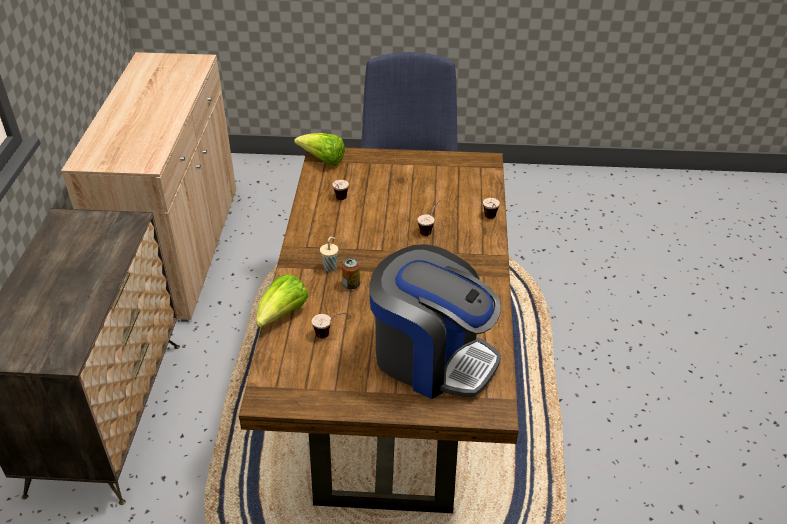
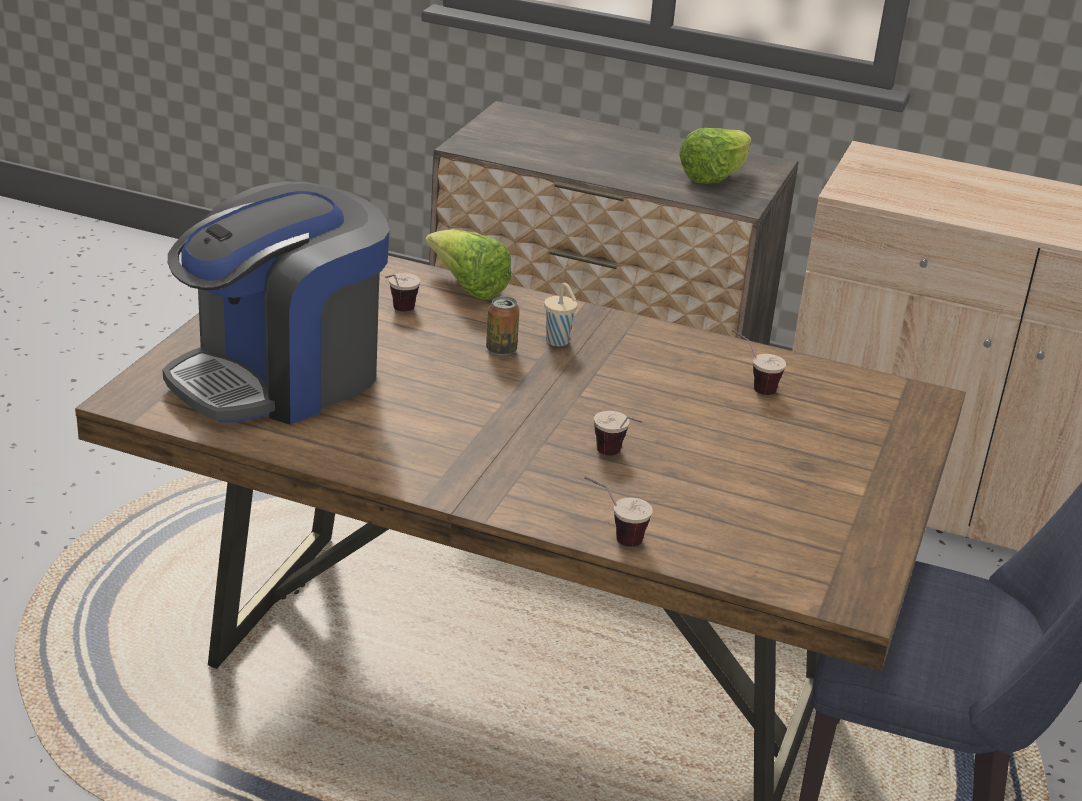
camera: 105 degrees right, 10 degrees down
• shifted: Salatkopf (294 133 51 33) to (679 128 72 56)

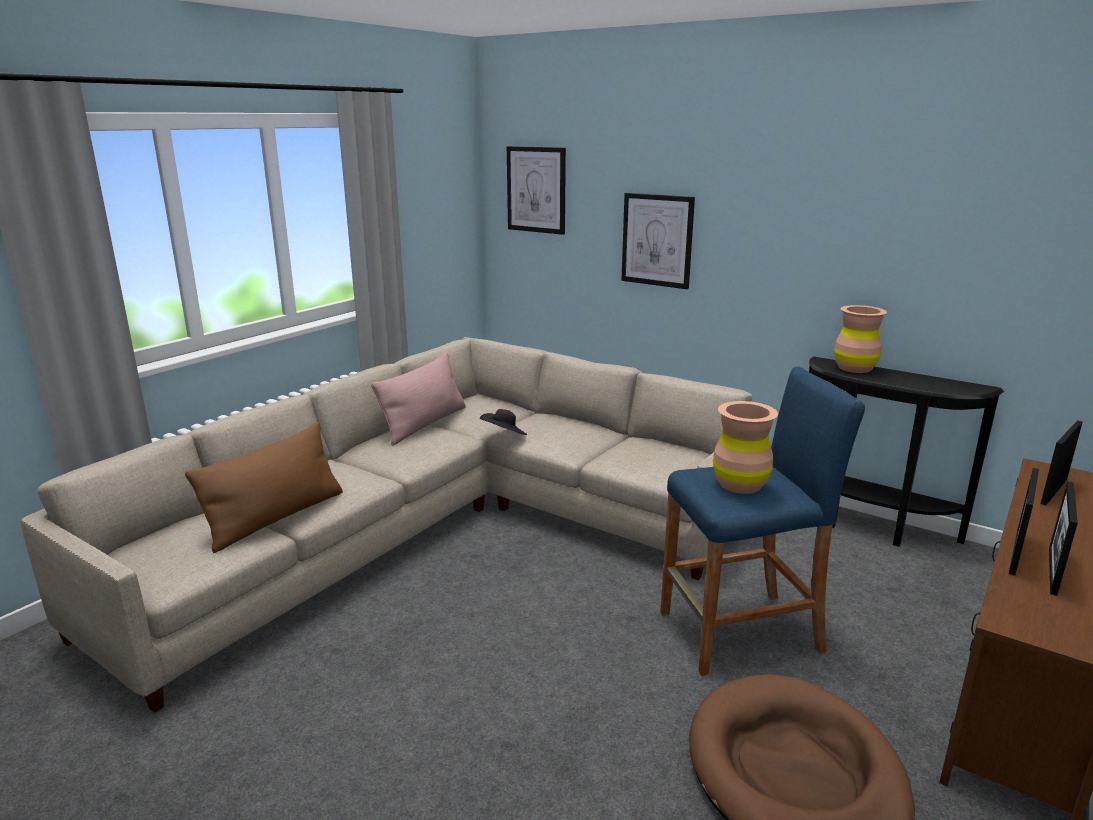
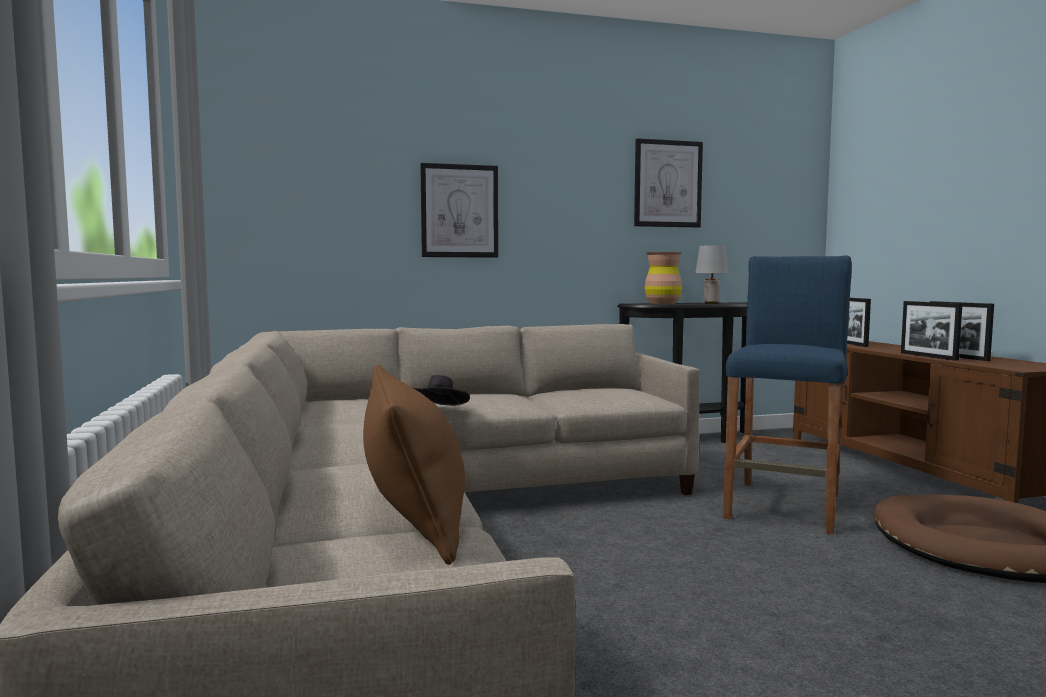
camera: 50 degrees left, 15 degrees down
• gone: Kissen/rosa (371 352 95 93)
• shifted: Bild (507 146 59 89) to (634 138 69 90)
• gone: Vase/braun (713 401 65 93)
• new: Tischlampe/grau (695 245 33 59)

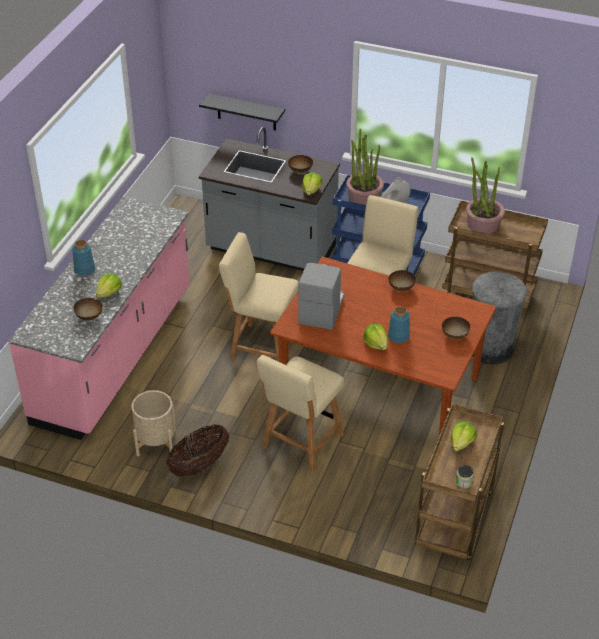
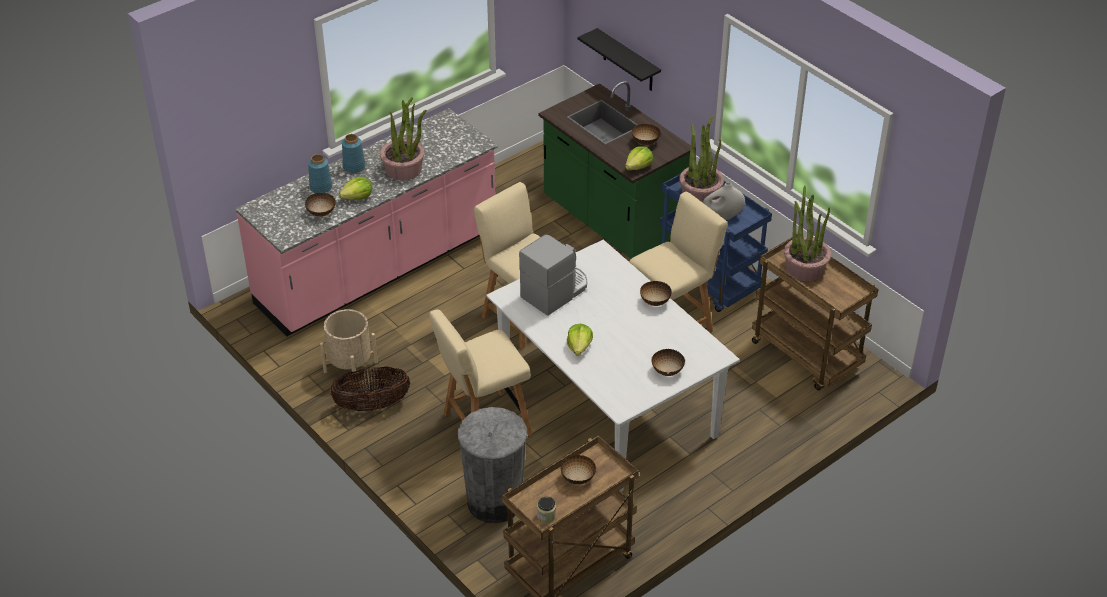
camera: 30 degrees right, 0 degrees up
• repainted: Küchenzeile/grau (199 127 141 144) to Küchenzeile/grün (539 81 152 178)
• repainted: Esstisch/braun (270 256 226 180) to Esstisch/weiß (487 240 253 251)
• shifted: Vase/blau (388 306 22 37) to (308 154 25 39)
• swapped: Salatkopf (451 421 26 30) to Schüssel (561 455 35 30)
• shifted: Mülleimer/grau (472 272 55 93) to (458 407 69 116)
• new: Topfpflanze (380 97 47 84)

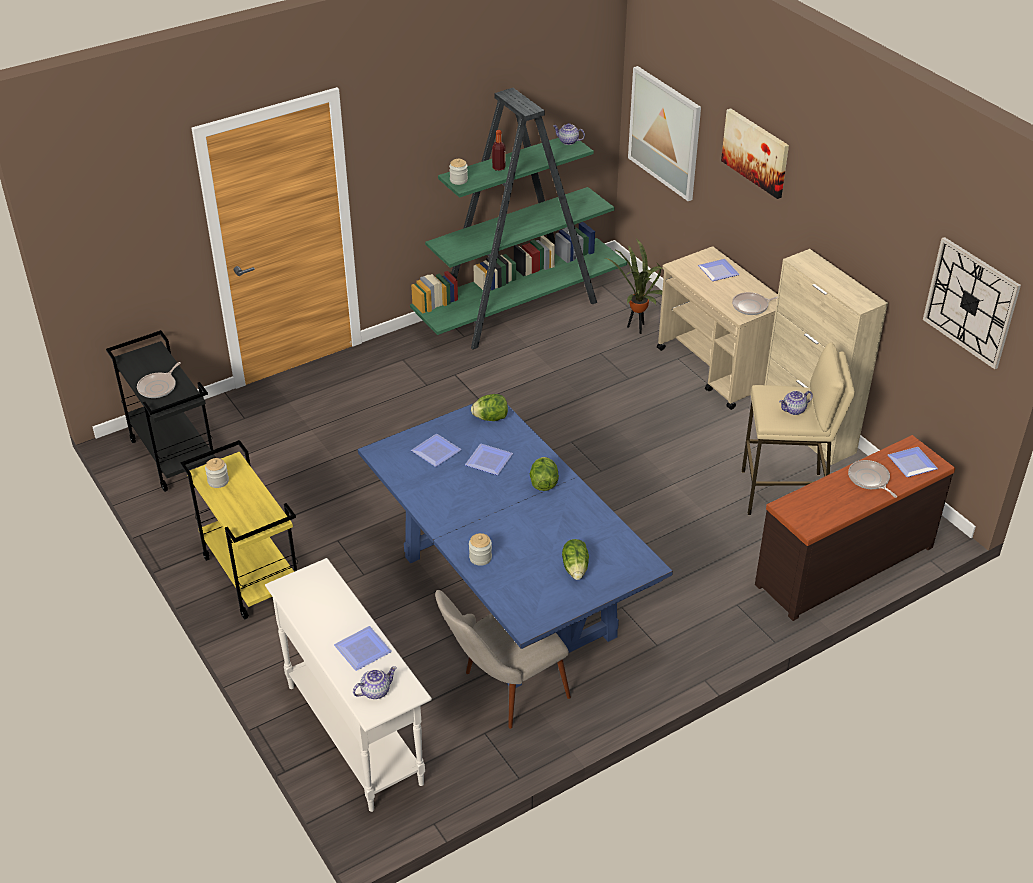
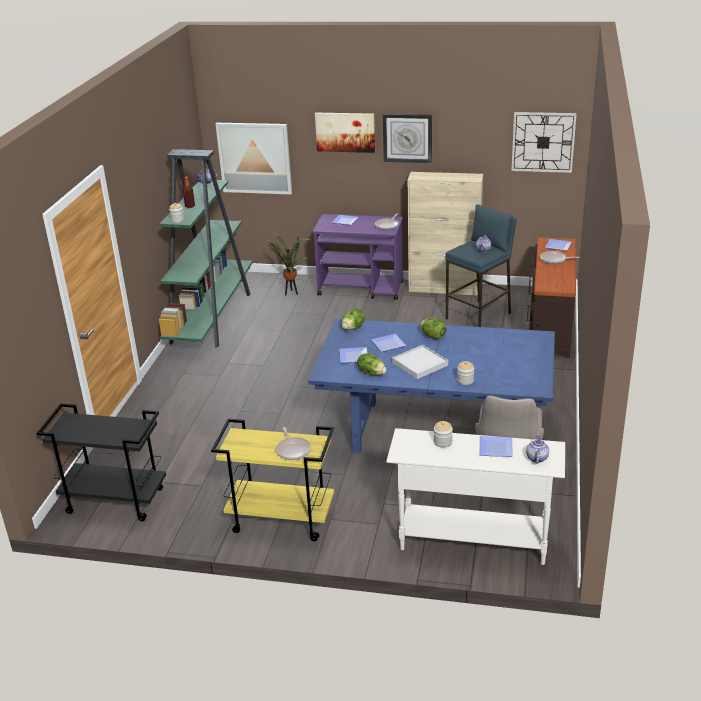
camera: 45 degrees left, 10 degrees down
• shifted: Pfanne (137 362 44 36) to (276 427 35 33)
• shifted: Vorratsglas (205 458 24 30) to (434 421 19 27)
• shifted: Salatkopf (562 539 27 41) to (357 353 30 22)
• repainted: Rollwagen/beige (657 247 121 163) to Rollwagen/lila (313 214 90 86)
• repainted: Hocker/beige (742 342 113 173) to Hocker/blau (445 204 72 123)
• new: Wanduhr (383 114 49 49)
• new: Tablett/weiß (392 345 56 34)

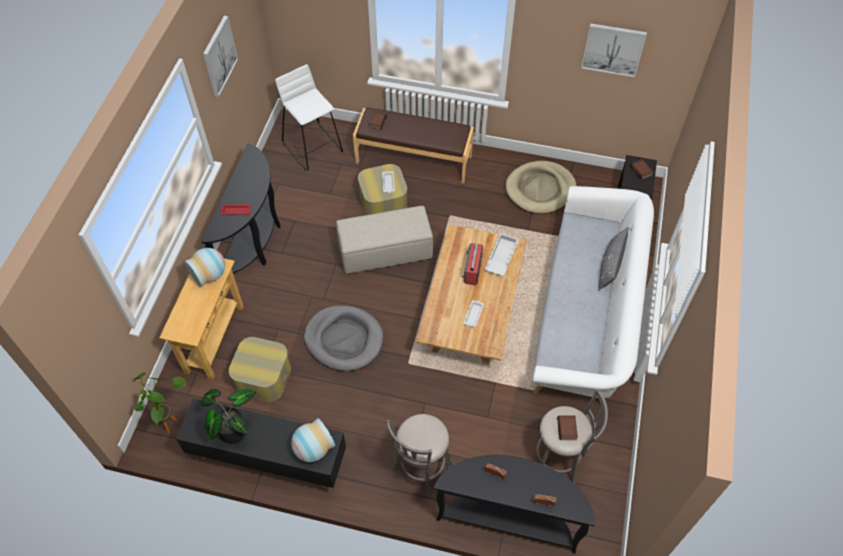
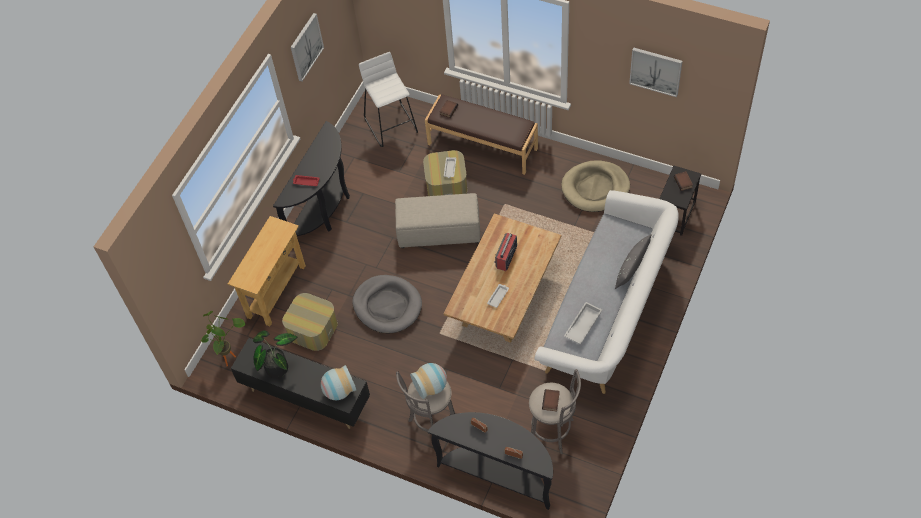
camera: 15 degrees right, 0 degrees up
• shifted: Vase (184 248 41 39) to (410 363 37 36)
• shifted: Tablett/weiß (485 233 34 43) to (564 302 38 42)

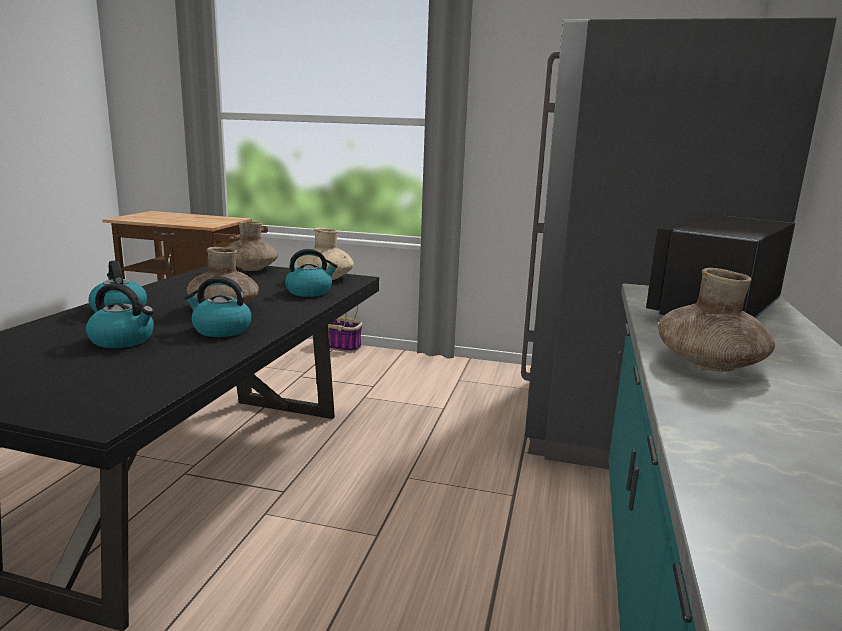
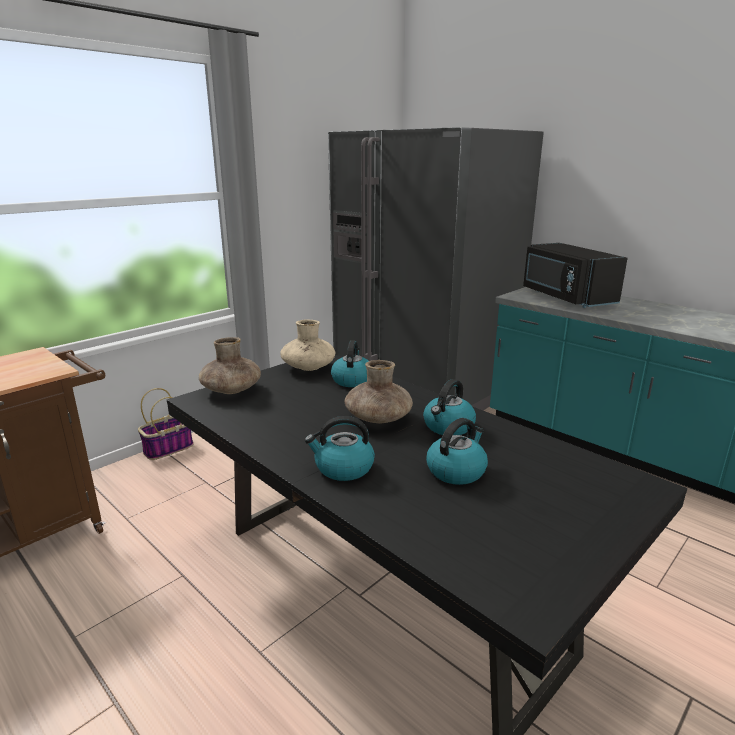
camera: 60 degrees left, 5 degrees up
• gone: Vase/braun (658 268 117 104)

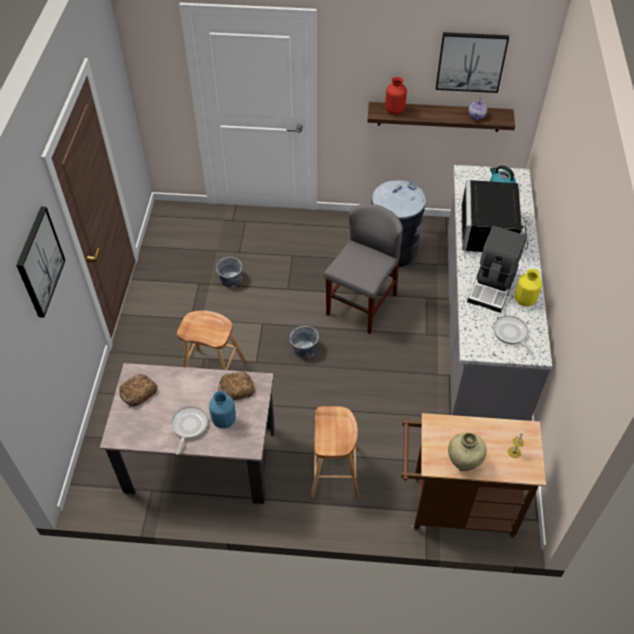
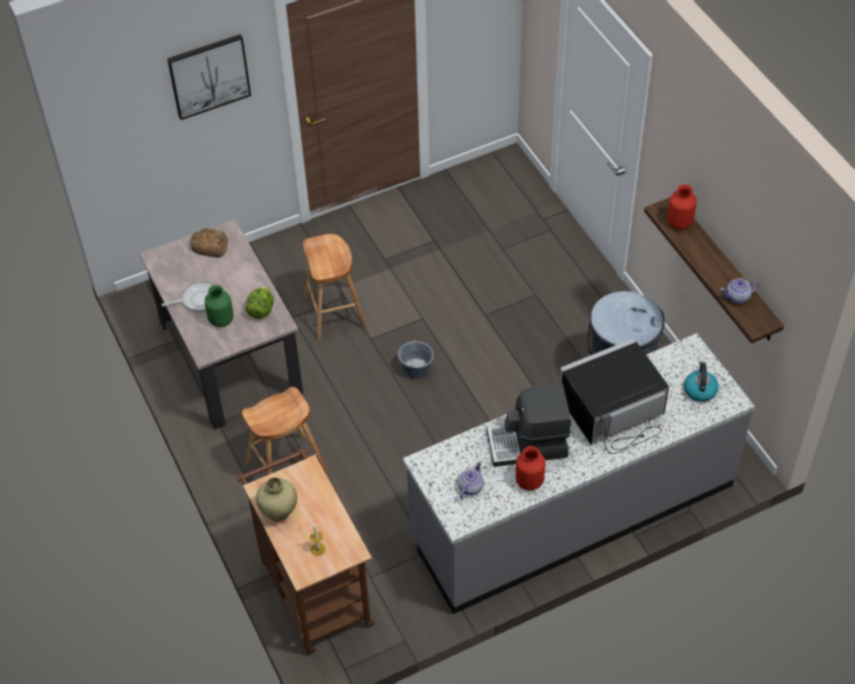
camera: 60 degrees right, 0 degrees up
• repainted: Vase/blau (209 391 27 37) to Vase/grün (205 285 28 42)
• gone: Eimer/grau (216 256 26 31)
• swapped: Brot (218 372 37 28) to Salatkopf (245 286 29 33)
• gone: Stuhl/grau (324 204 79 130)
• gone: Bild (436 32 73 61)
• swapped: Pfanne (493 316 41 39) to Teekanne (458 461 26 38)
• repainted: Vase/gelb (515 269 27 37) to Vase/rot (516 446 29 44)

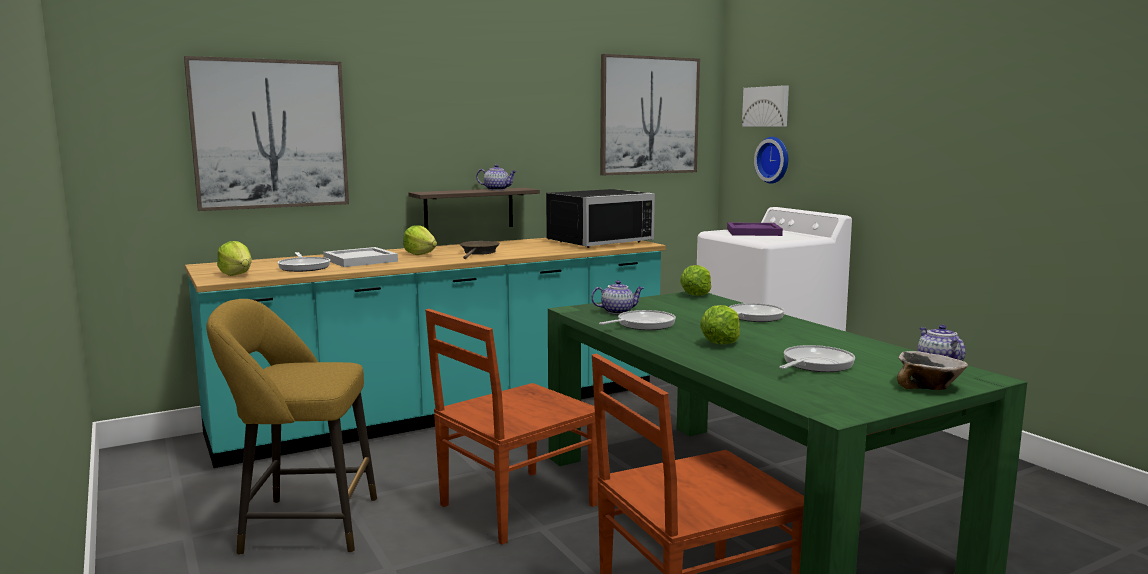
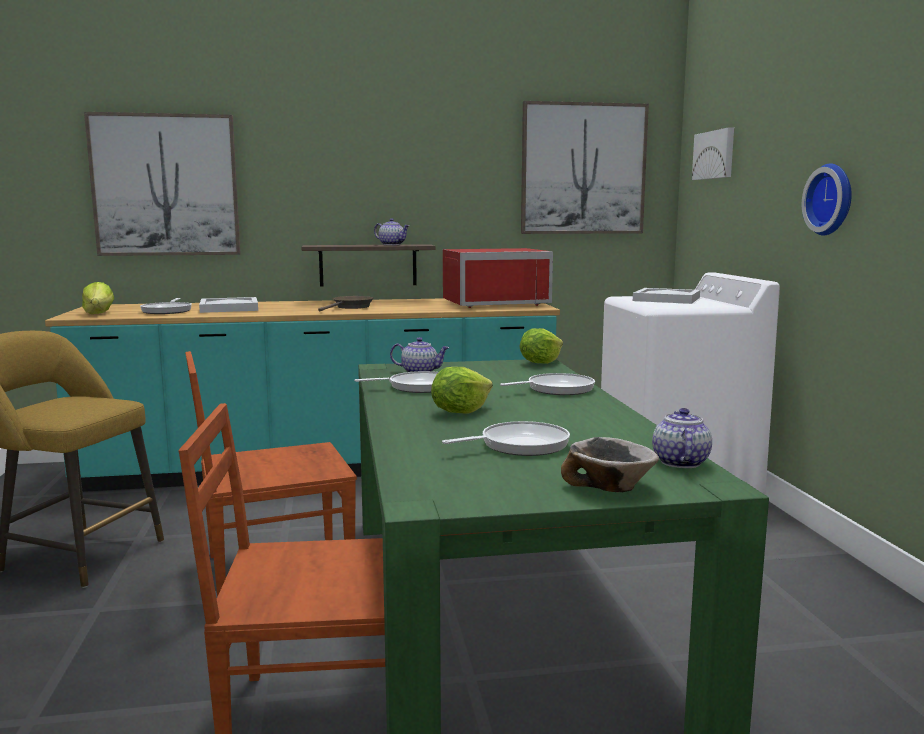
camera: 20 degrees right, 0 degrees up
• gone: Salatkopf (403 225 34 30)
• repainted: Mikrowelle/schwarz (546 189 109 59) to Mikrowelle/rot (443 248 110 60)
• repainted: Tablett/lila (727 222 56 14) to Tablett/weiß (633 288 67 16)
• shifted: Wanduhr (754 137 34 47) to (802 163 50 72)

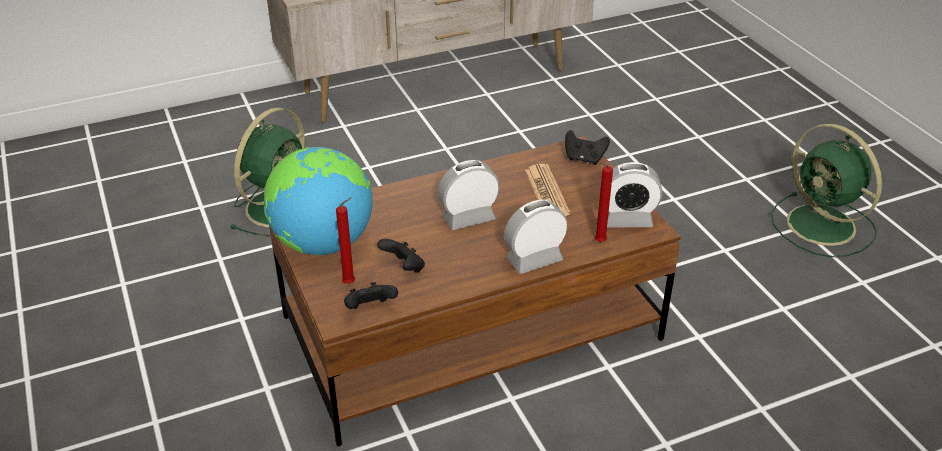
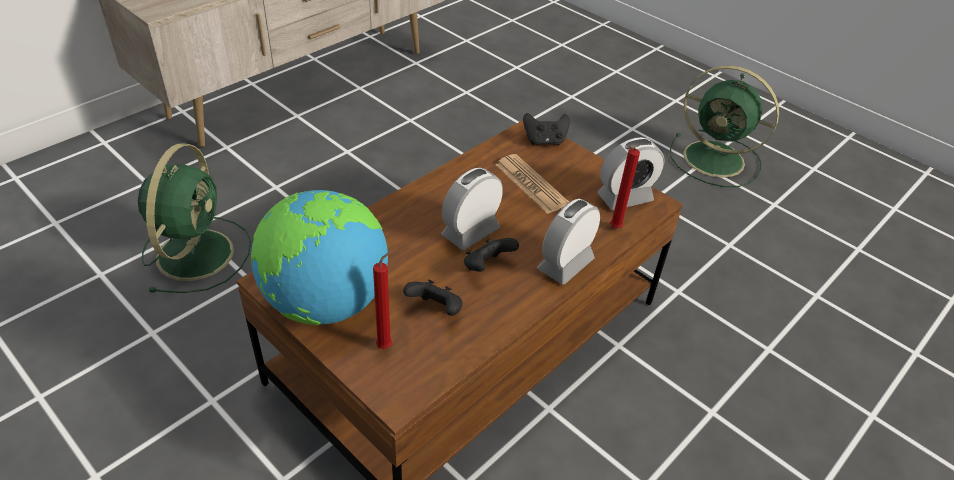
camera: 25 degrees left, 5 degrees up
• shifted: Gamepad/schwarz (344 282 54 27) to (464 238 55 34)

